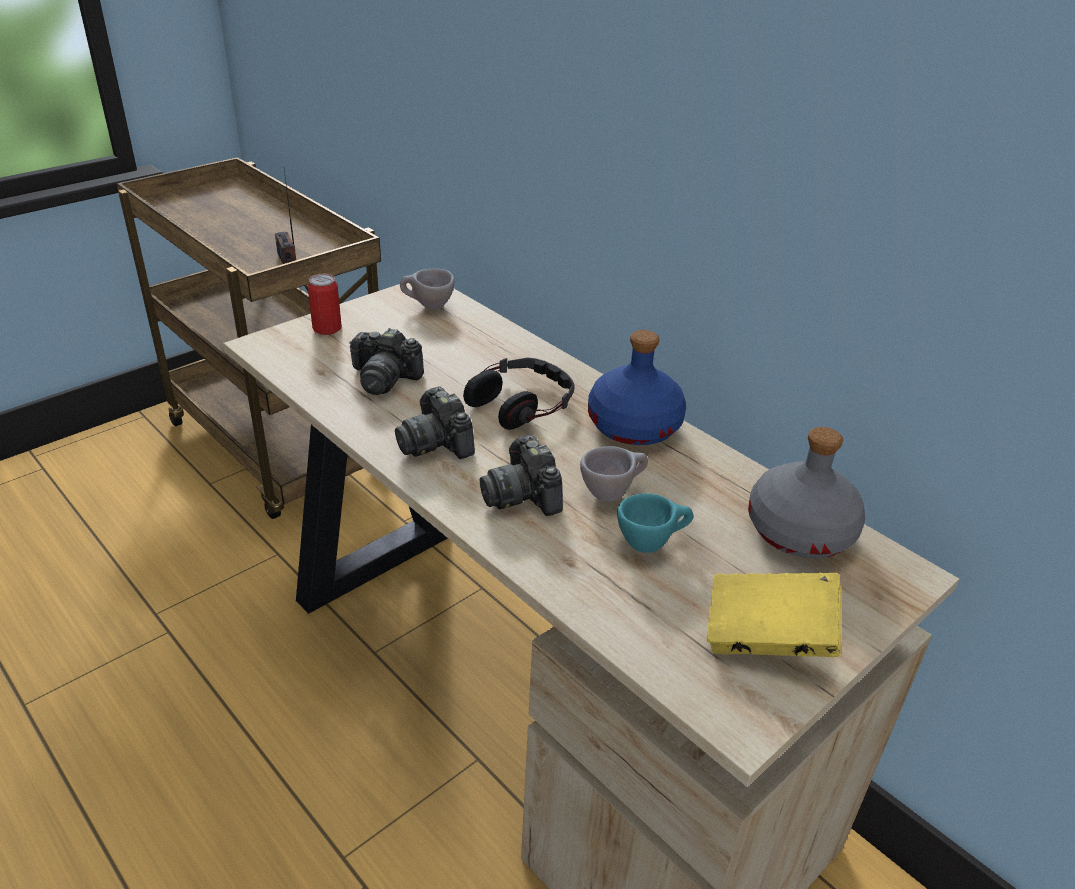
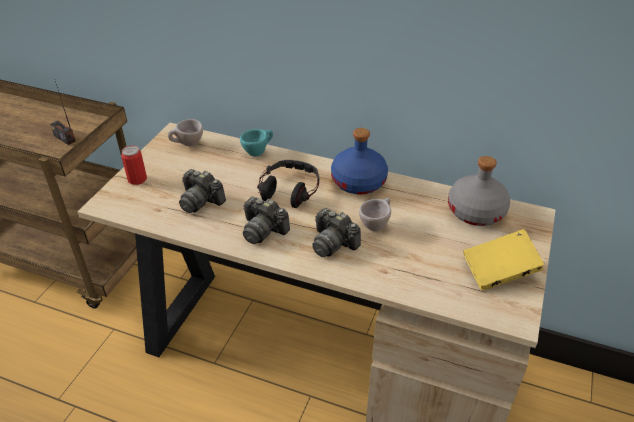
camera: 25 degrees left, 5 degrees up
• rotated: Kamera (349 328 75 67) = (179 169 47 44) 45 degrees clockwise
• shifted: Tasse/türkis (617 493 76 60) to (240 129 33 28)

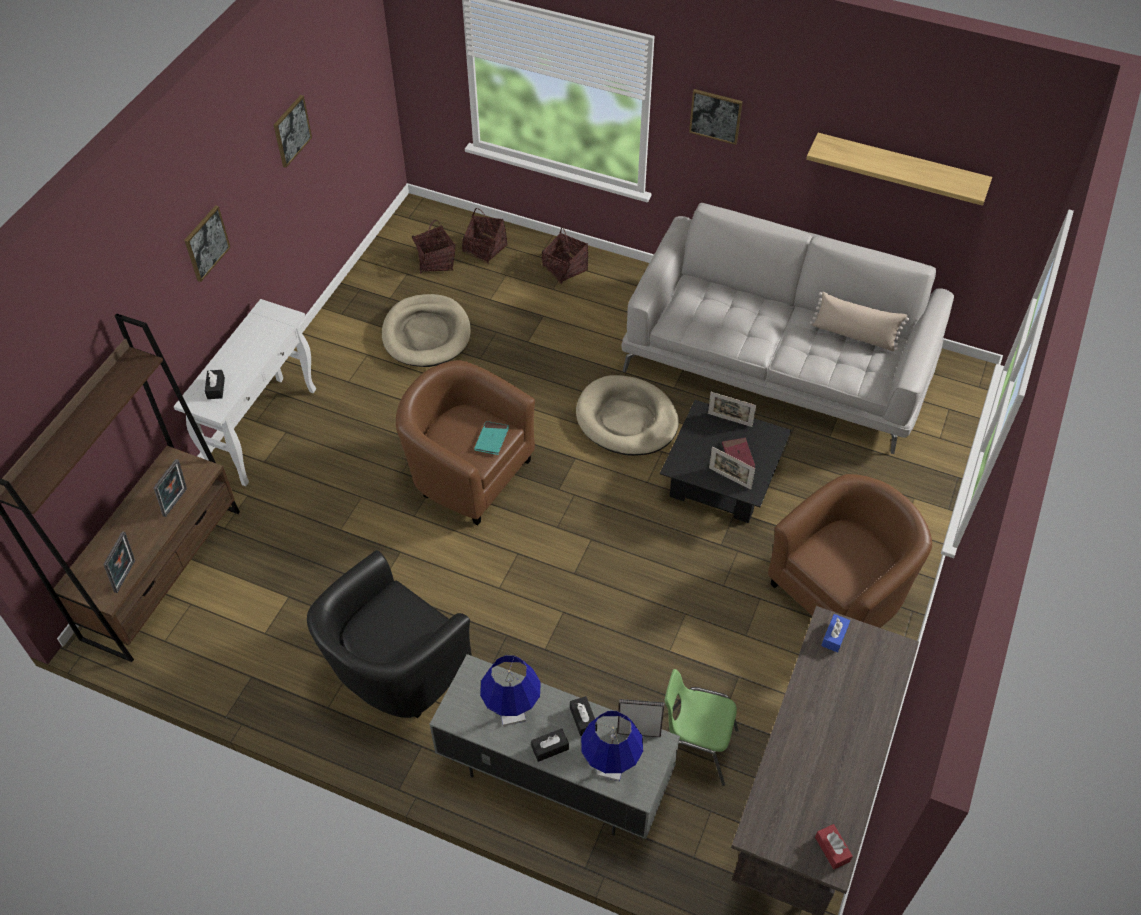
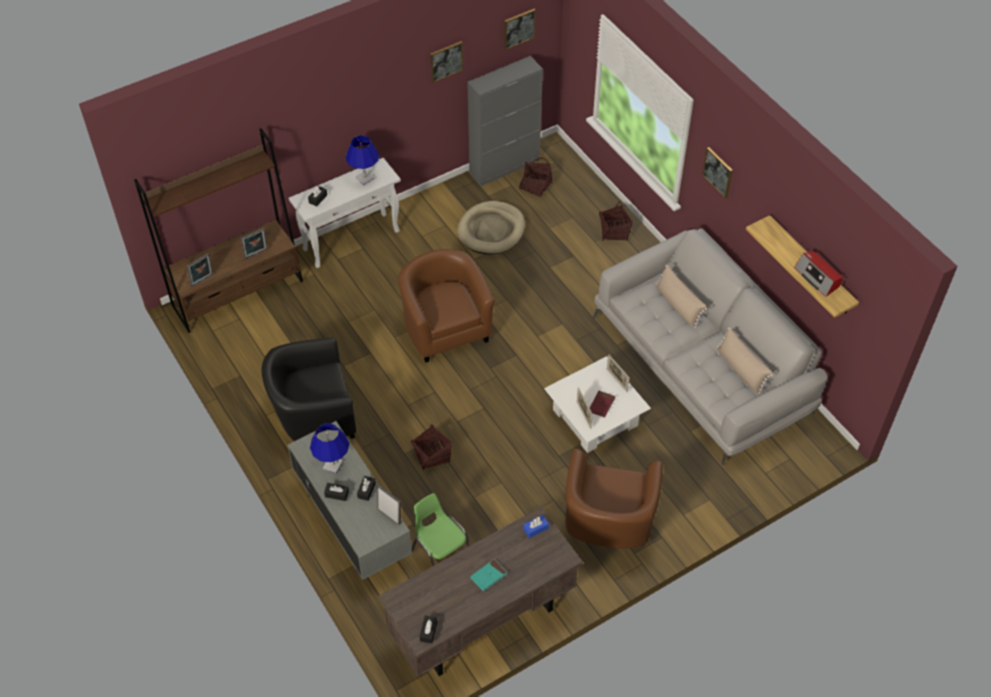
camera: 35 degrees right, 0 degrees up
• shifted: Bild (184 205 47 77) to (504 9 32 41)
• shifted: Korb (462 208 45 56) to (411 424 40 47)
• shifted: Buch/türkis (474 421 35 34) to (470 559 38 33)
• gone: Hundebett/beige (576 375 103 81)
• shifted: Tischlampe/blau (581 711 62 70) to (346 135 33 50)
• repainted: Couchtisch/schwarz (660 400 131 123) to Couchtisch/weiß (544 356 107 97)
• rotated: Sessel/braun (768 474 164 154) = (565 449 98 100) 105 degrees clockwise
• repainted: Taschentuchbox/rot (815 824 38 45) to Taschentuchbox/schwarz (420 616 17 27)
• new: Schrank/grau (467 56 76 130)
• new: Kissen/beige (656 265 51 64)
• new: Radio (794 252 49 45)

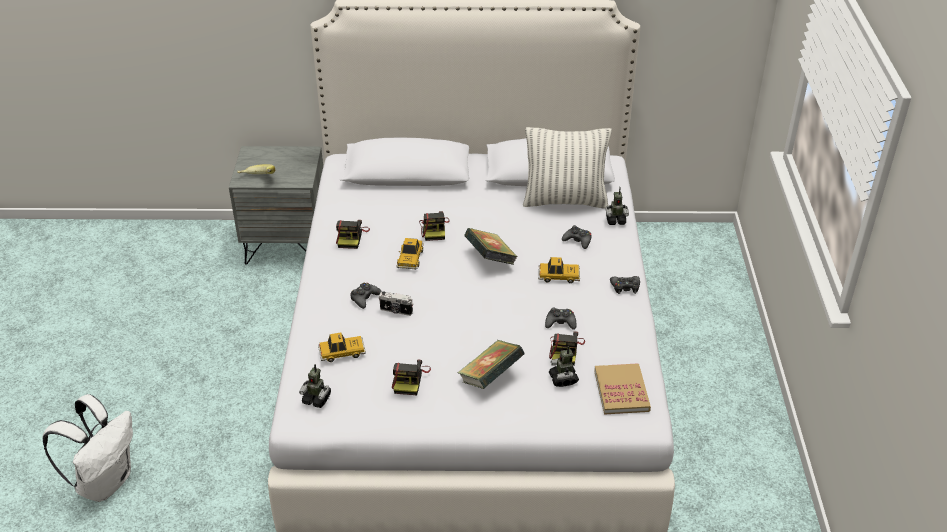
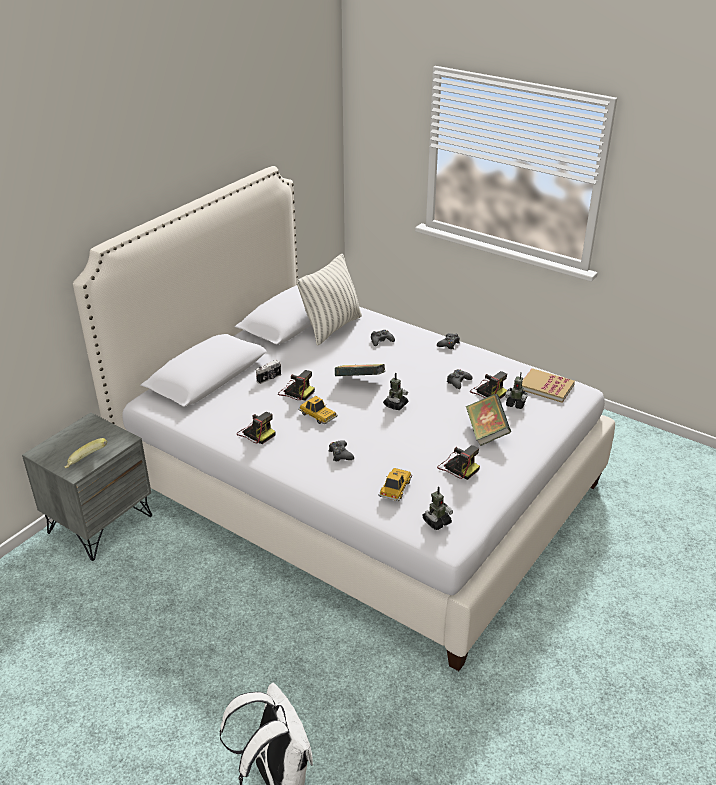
camera: 55 degrees left, 5 degrees down
• shifted: Kamera (379 291 34 25) to (256 360 25 24)
• gone: Spielzeugauto (538 257 42 26)
• shifted: Spielzeugroboter (605 187 24 38) to (383 373 25 37)

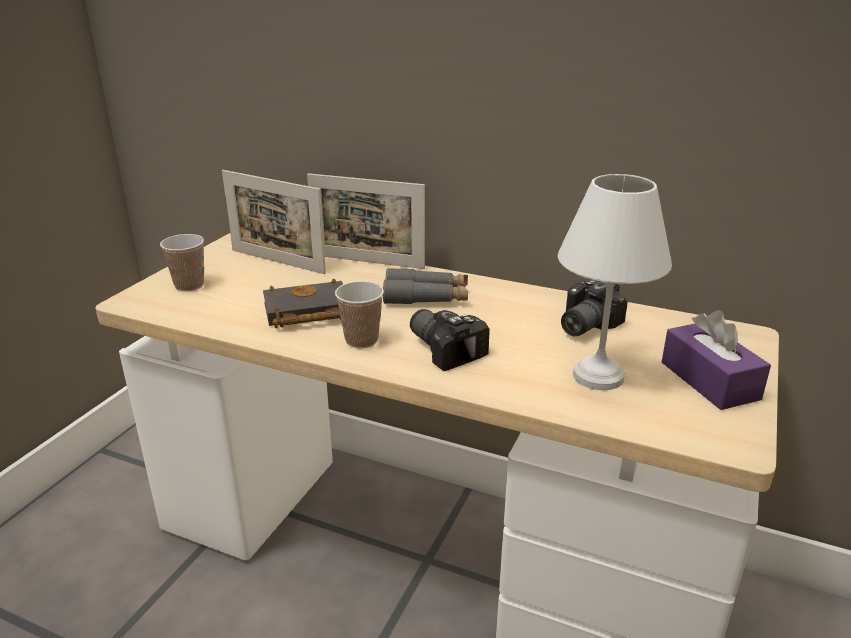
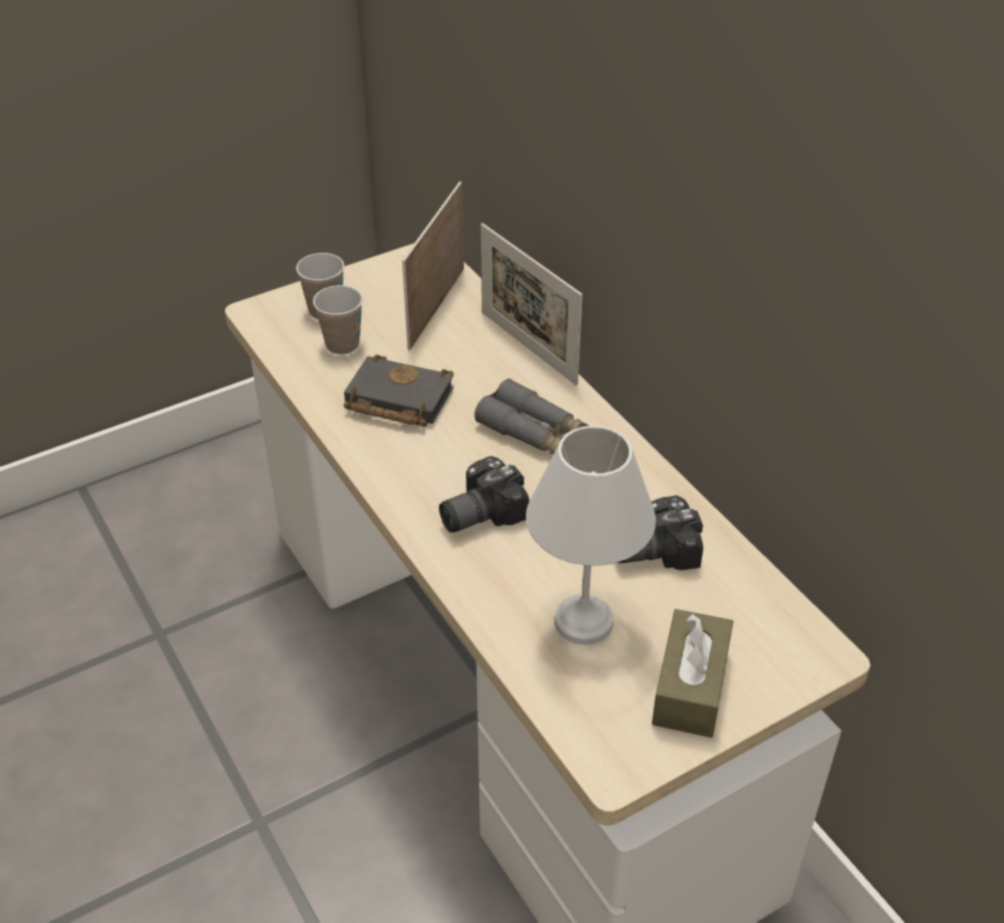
camera: 35 degrees right, 15 degrees up
• rotated: Bilderrahmen (222 170 104 104) = (402 181 62 169) 45 degrees clockwise
• shifted: Tasse (335 281 49 67) to (313 285 50 70)
• rotated: Kamera (410 309 80 62) = (439 456 90 77) 120 degrees counterclockwise
• repainted: Taschentuchbox/lila (662 310 109 100) to Taschentuchbox/braun (652 609 82 129)

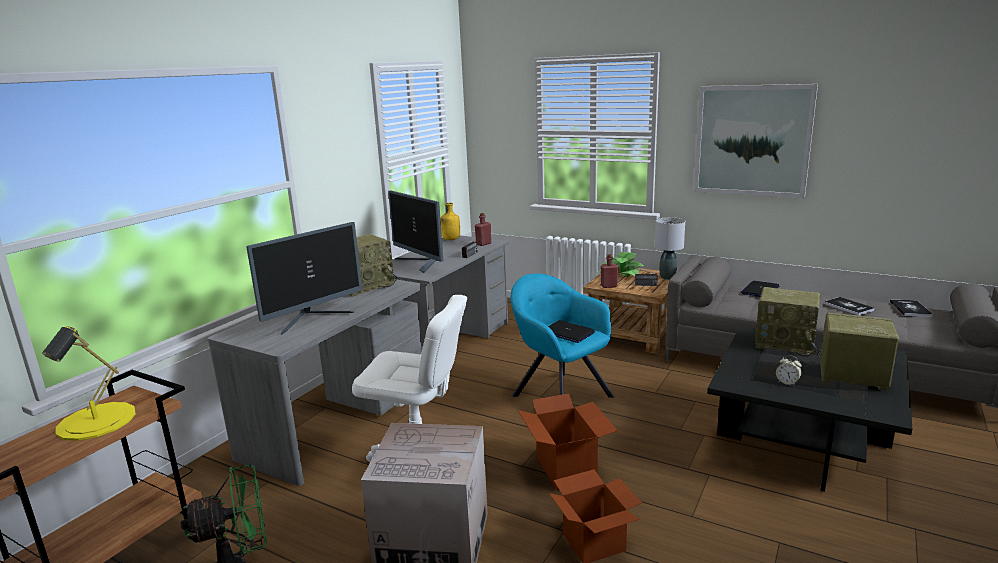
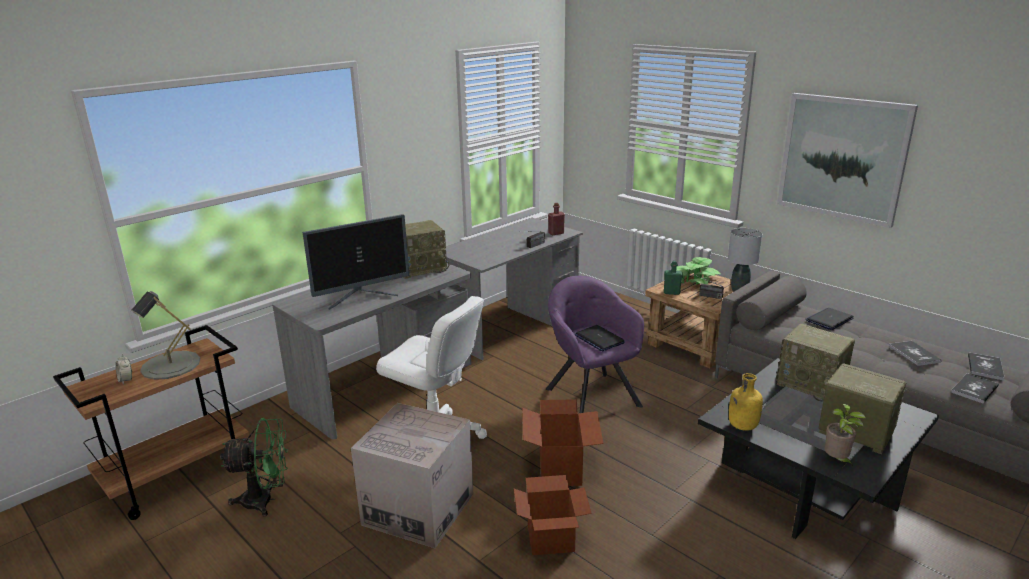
camera: 15 degrees right, 5 degrees up
• repainted: Tischlampe/gelb (42 326 94 115) to Tischlampe/grau (131 291 69 89)
• gone: Monitor (388 190 55 83)
• shifted: Flasche/gelb (440 203 20 37) to (729 373 34 58)
• repainted: Sessel/türkis (511 273 104 125) to Sessel/lila (546 276 98 137)
• repainted: Flasche/rot (600 254 19 34) to Flasche/grün (664 261 19 34)
• shifted: Wecker (776 355 26 31) to (116 354 16 31)
• new: Topfpflanze (825 404 41 62)
• new: Buch (951 373 48 31)

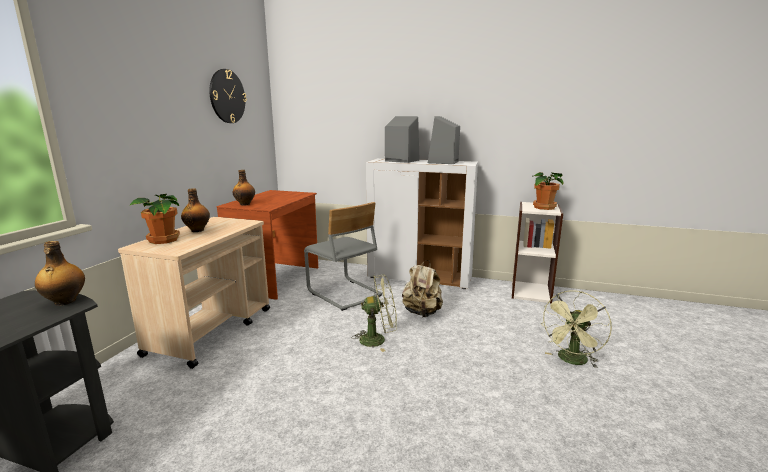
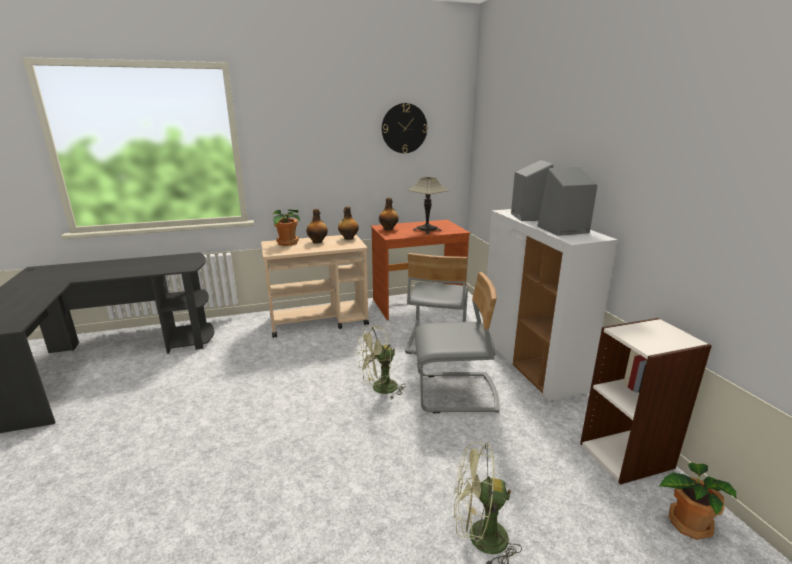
camera: 55 degrees right, 5 degrees up
• shifted: Flasche (35 241 50 65) to (338 206 21 34)
• rotated: Ventilator/grün (352 275 45 77) = (357 325 49 74) 105 degrees clockwise
• swapped: Rucksack/beige (402 260 41 57) to Stuhl/grau (415 272 84 141)
• shifted: Topfpflanze (532 172 32 38) to (659 462 78 78)
• new: Tischlampe (408 177 40 57)

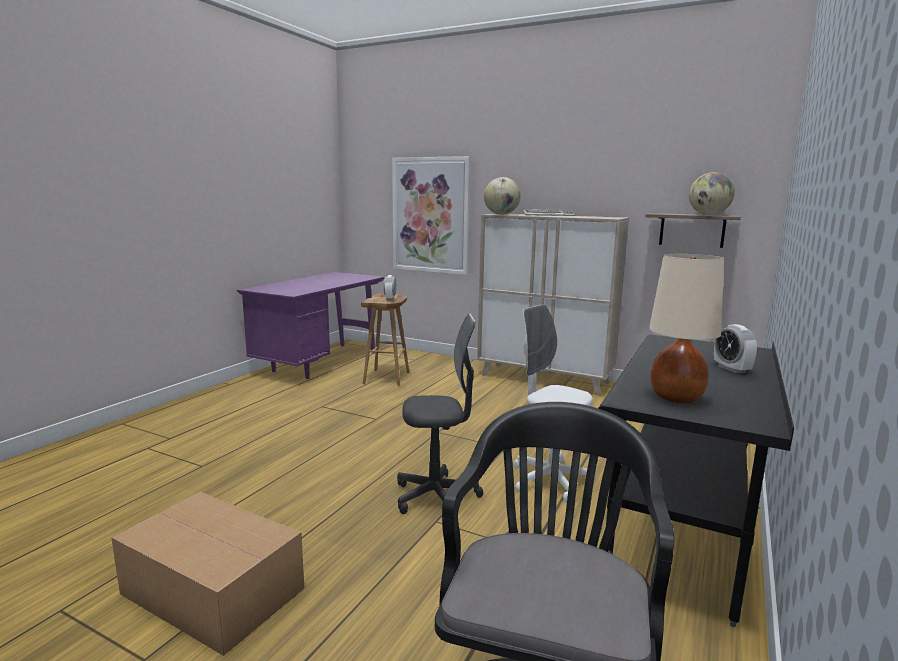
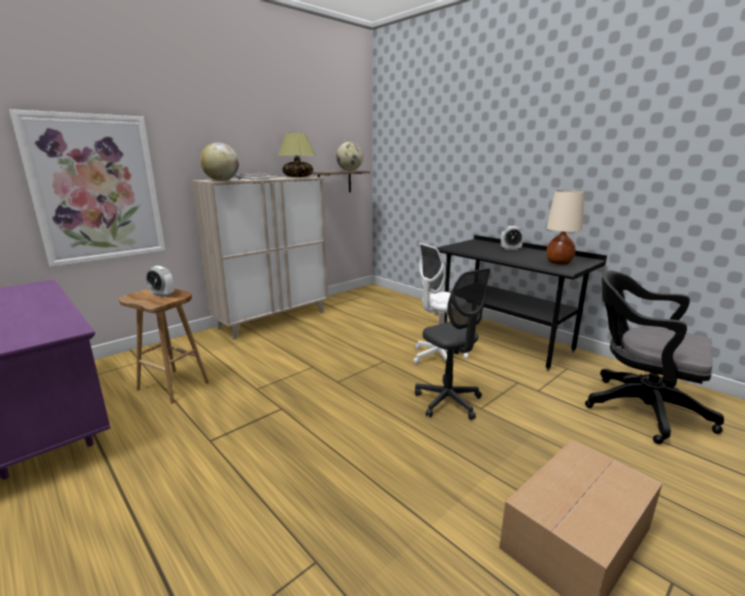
camera: 70 degrees left, 5 degrees up
• rotated: Bürostuhl/grau (397 313 86 201) = (415 268 75 152) 135 degrees clockwise
• new: Tischlampe (278 133 38 44)

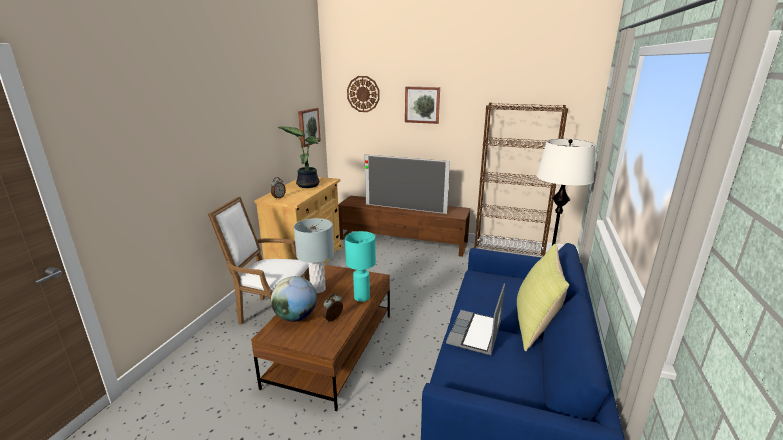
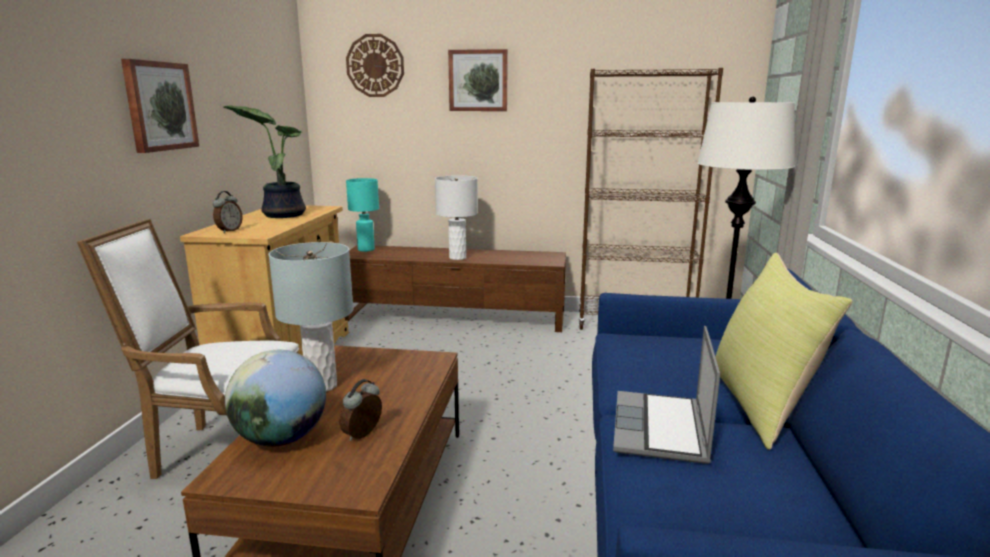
camera: 10 degrees left, 5 degrees down
• shifted: Bild (298 108 23 39) to (121 59 78 94)
• shifted: Tischlampe/türkis (345 231 31 71) to (346 178 33 74)
• swapped: Fernseher (365 155 85 59) to Tischlampe/weiß (435 175 43 85)

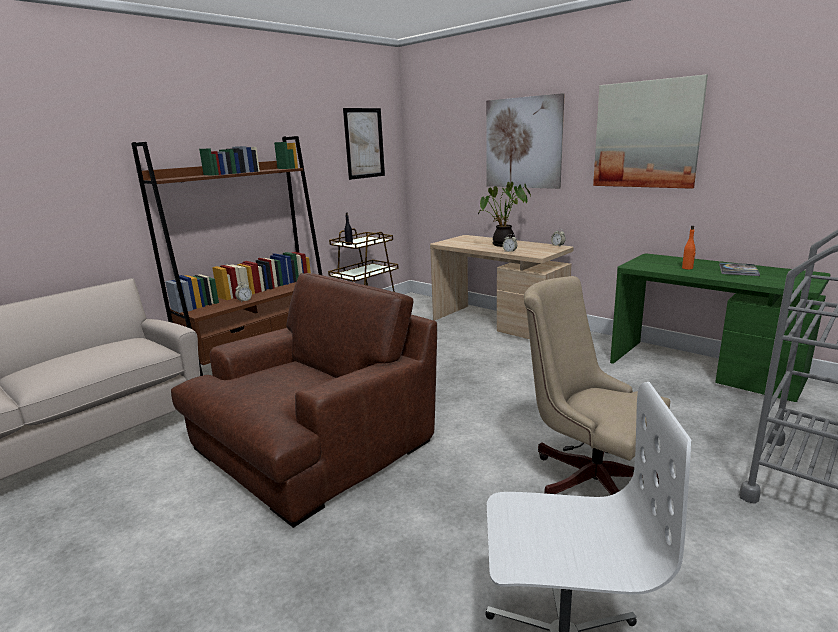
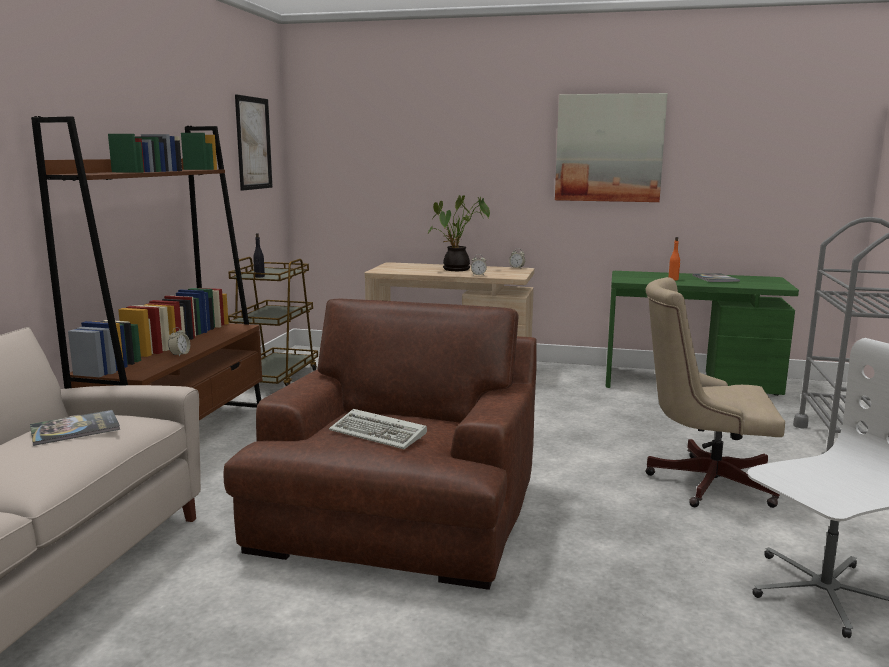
camera: 30 degrees left, 5 degrees down
• gone: Bild (486 93 79 96)
• new: Buch (30 410 90 36)
• new: Tastatur (329 409 98 40)

